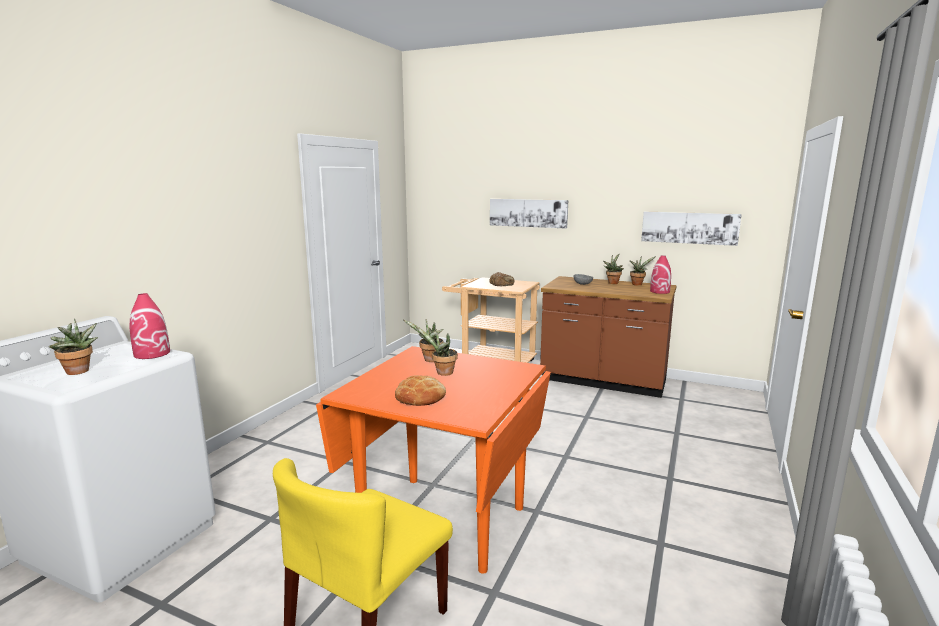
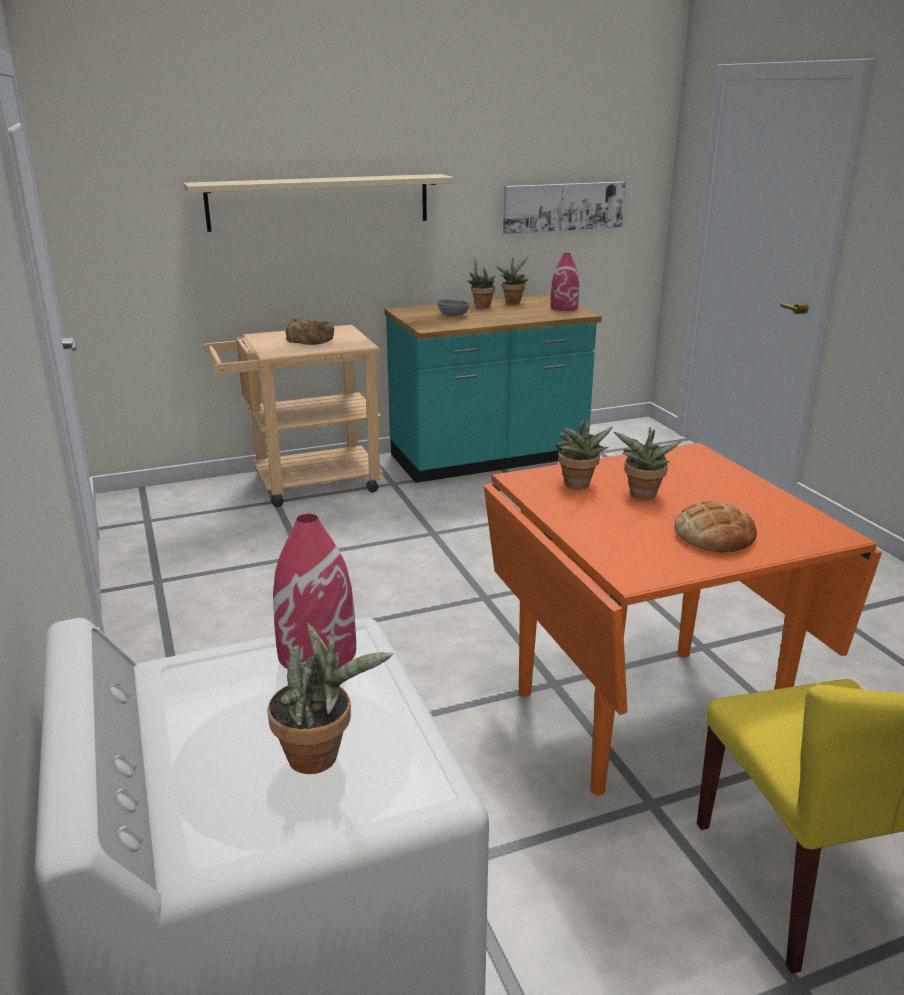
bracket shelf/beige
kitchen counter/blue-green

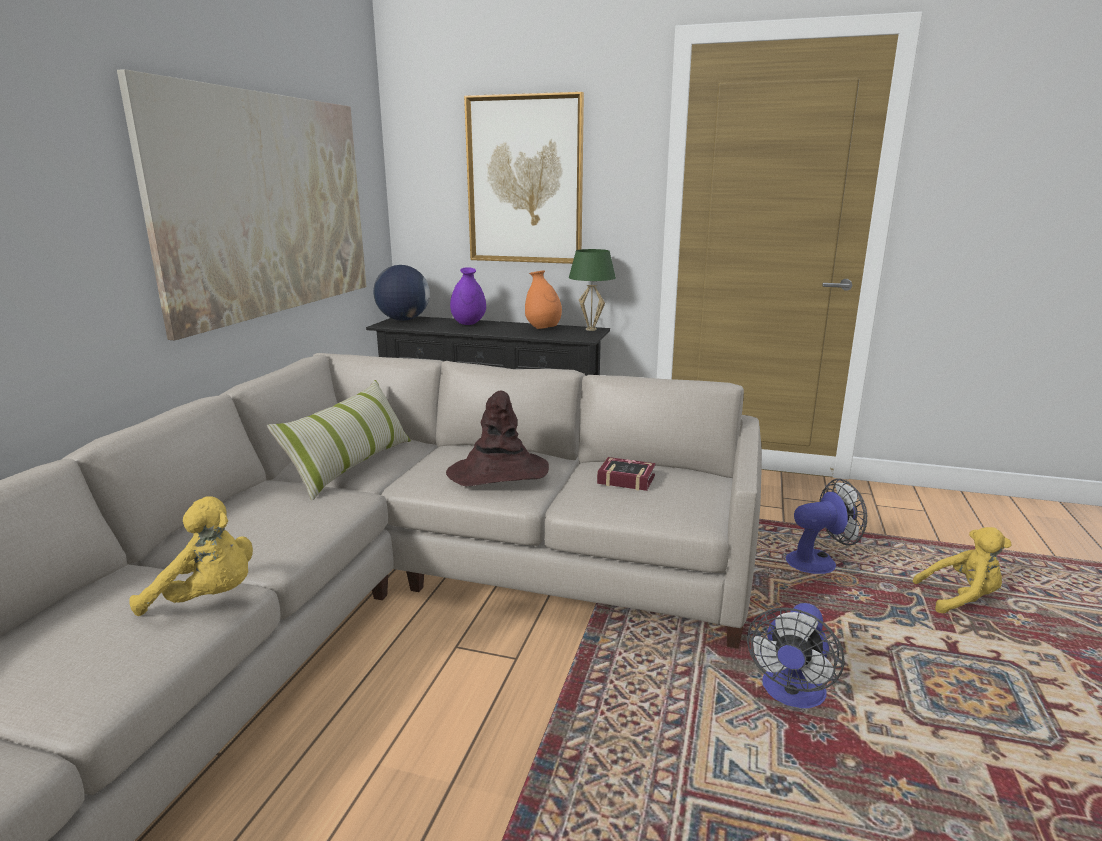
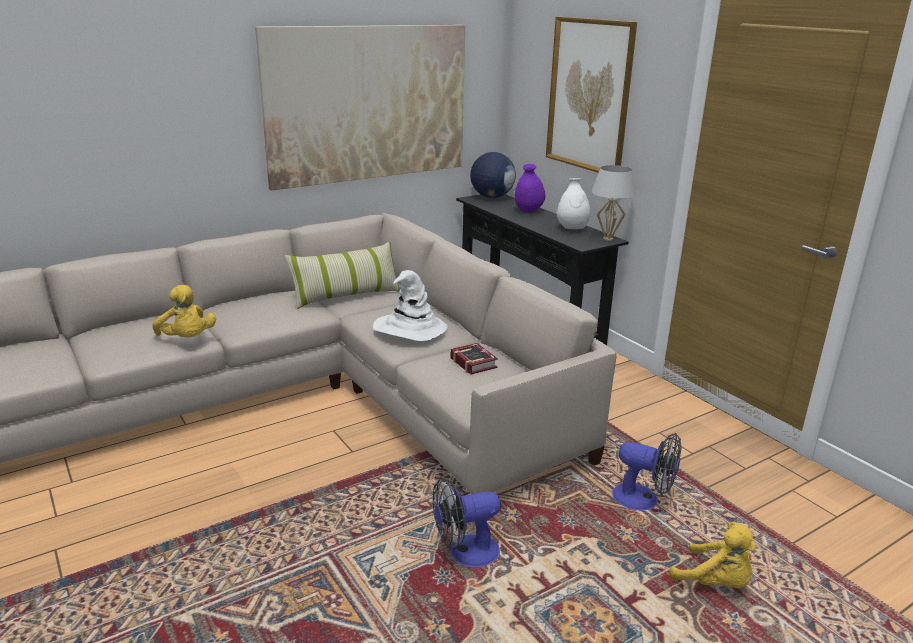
hat/white
vase/white
table lamp/white

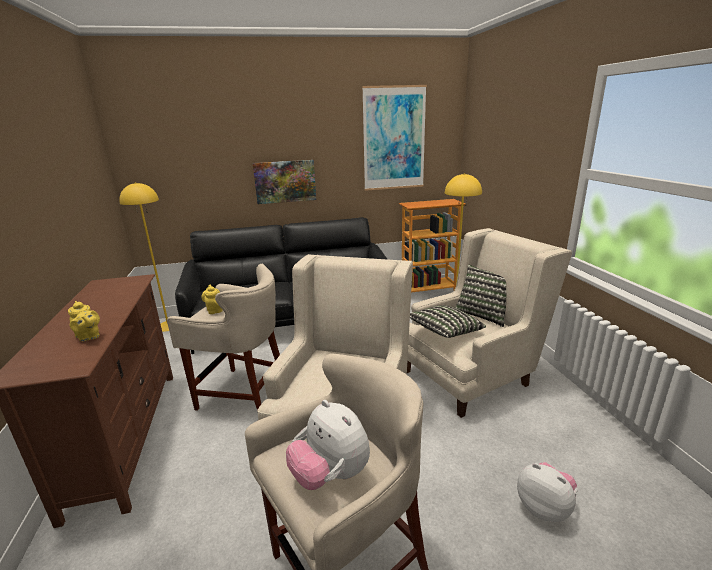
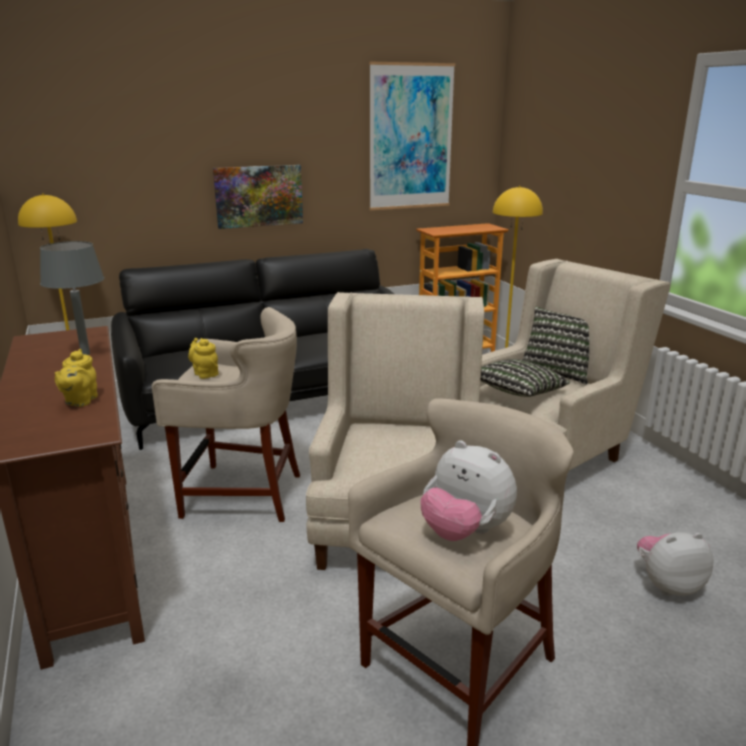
pot for tea/yellowish (no. 1 from left)
cuddly toy (no. 2 from left)
table lamp/grey

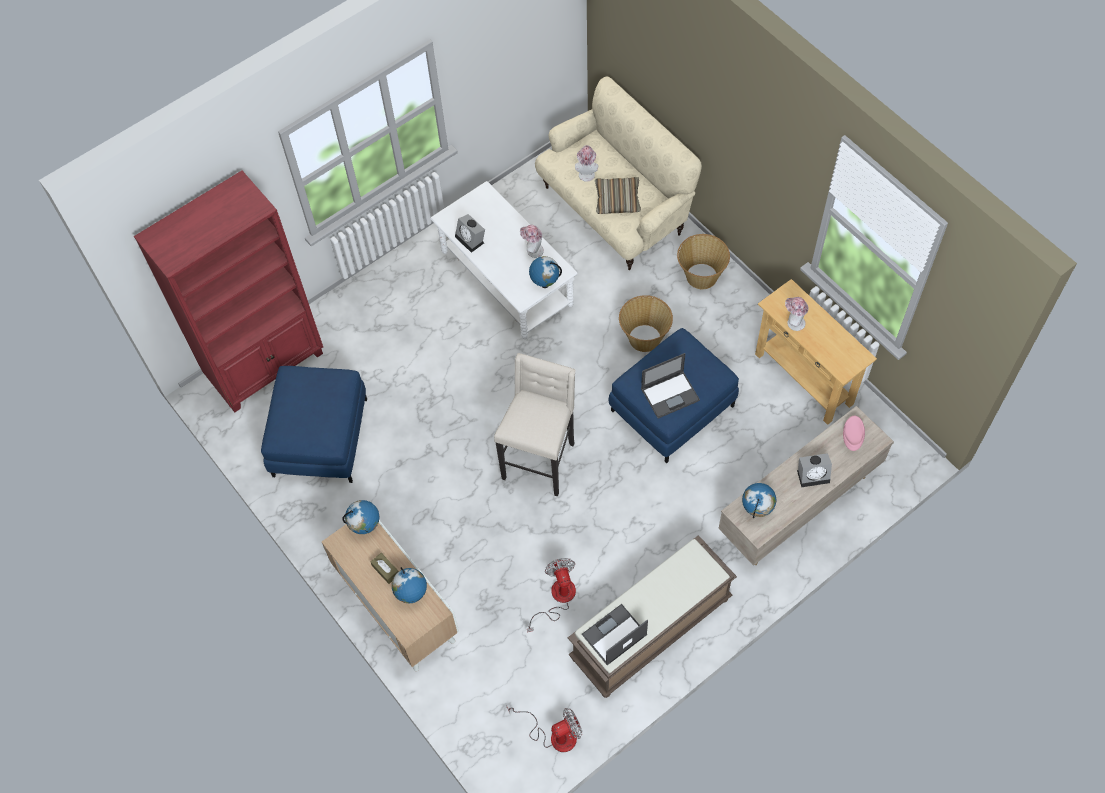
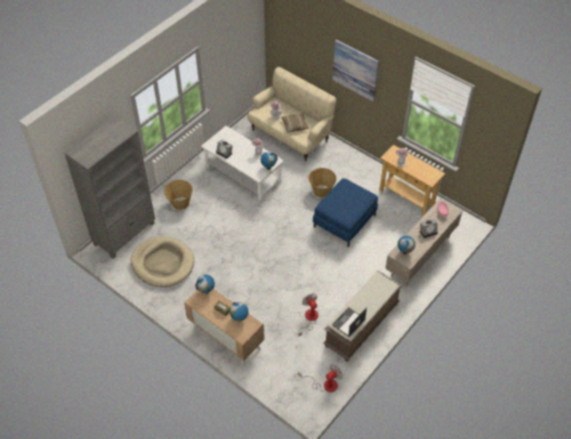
bookcase/grey
pet bed/beige
stool seat/beige
notebook computer (no. 2 from left in the first image)
household basket (no. 1 from left)
wall picture

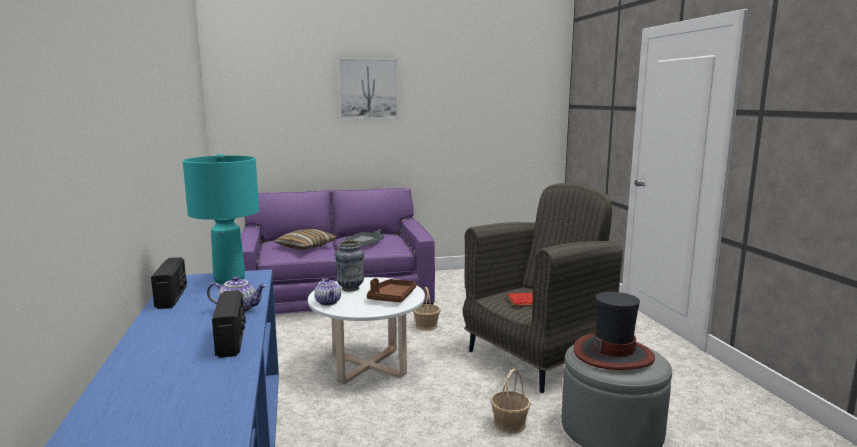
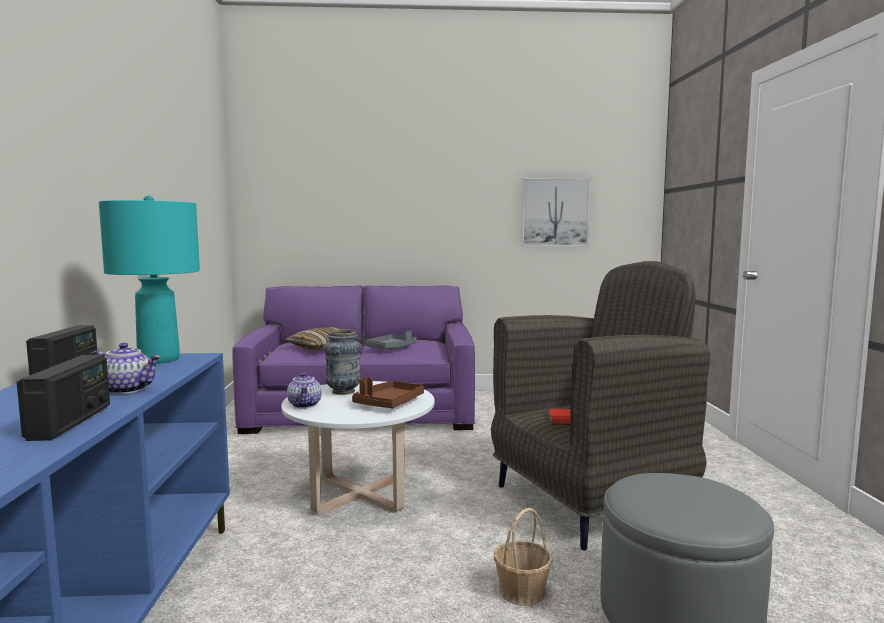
wall picture
household basket (no. 1 from left in the first image)
hat

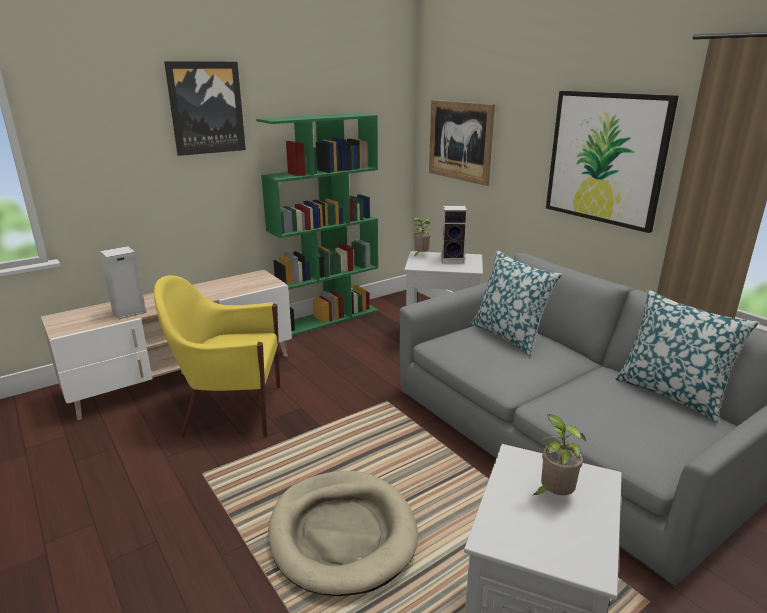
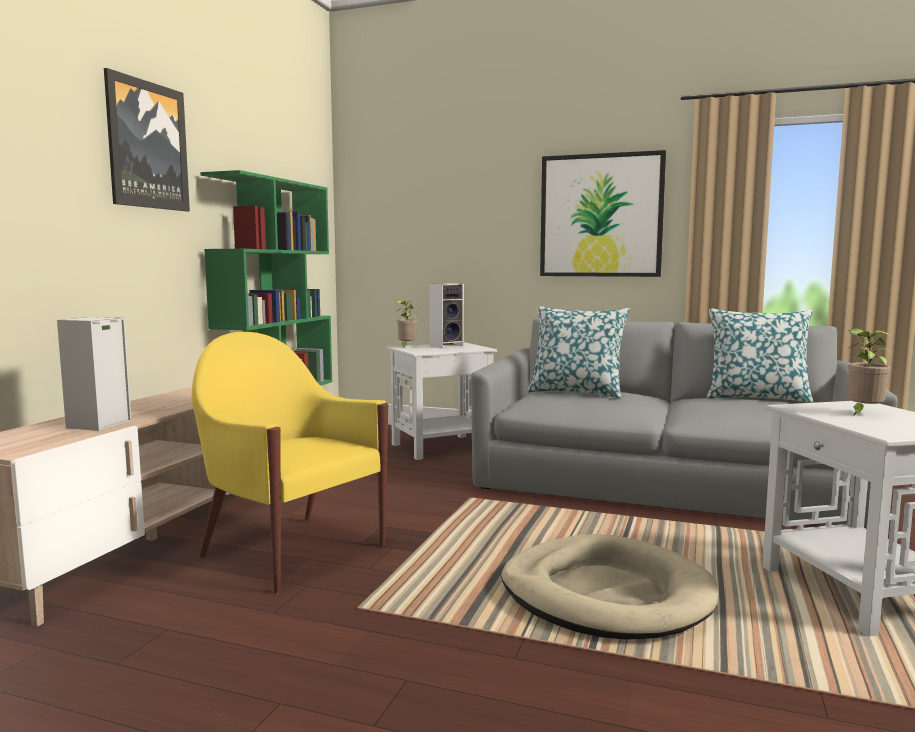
lounge chair/yellowish
wall picture (no. 2 from left in the first image)

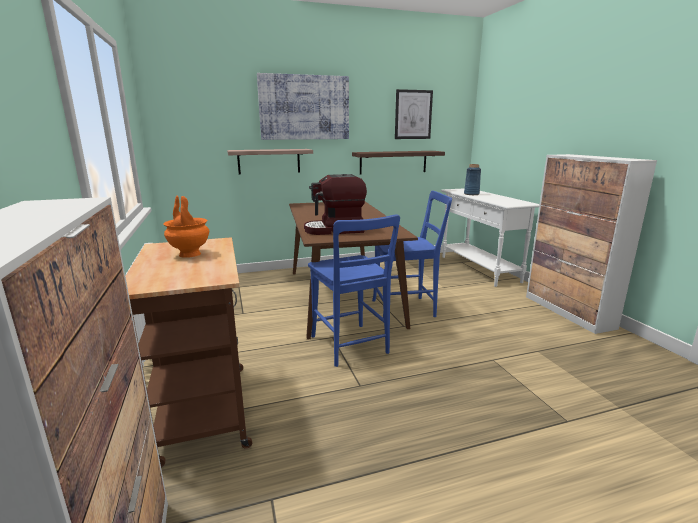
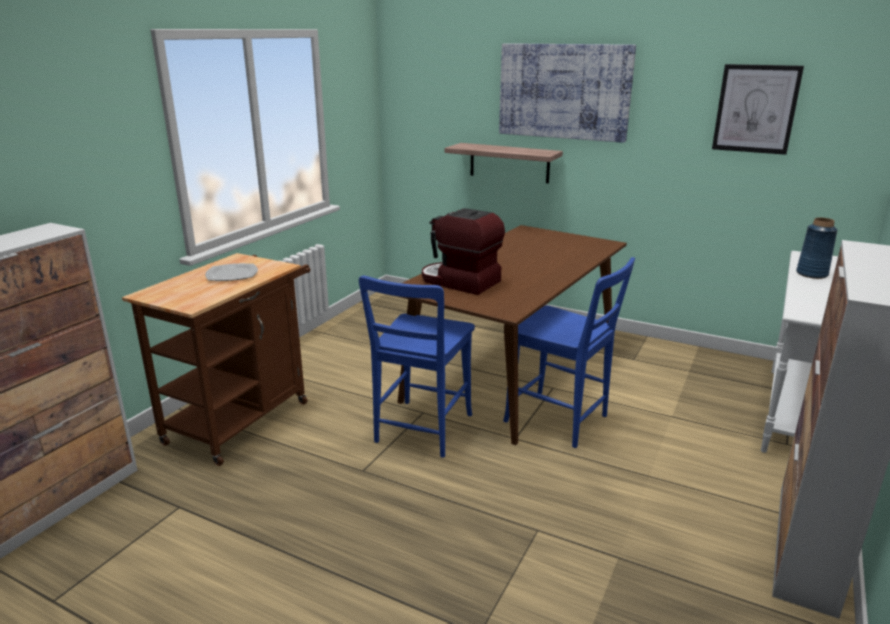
dinner plate
bracket shelf (no. 2 from left in the first image)

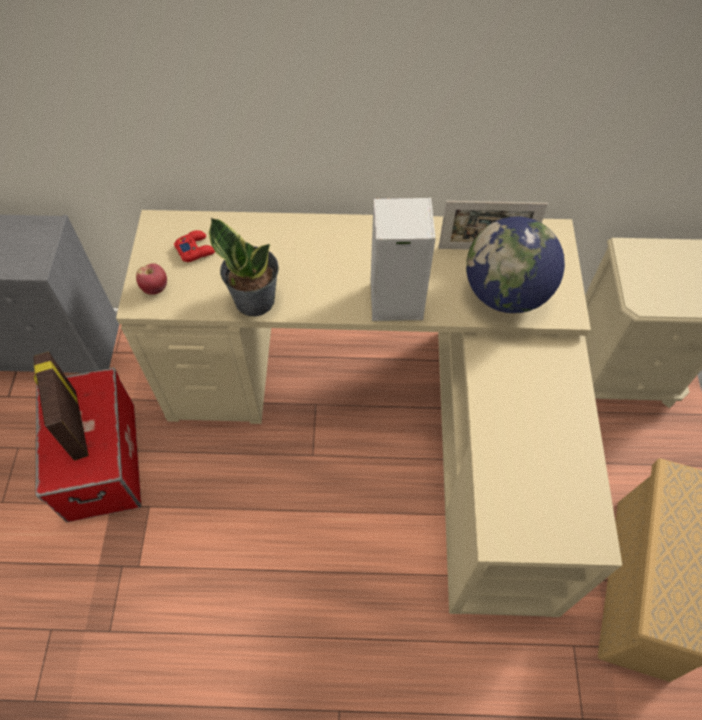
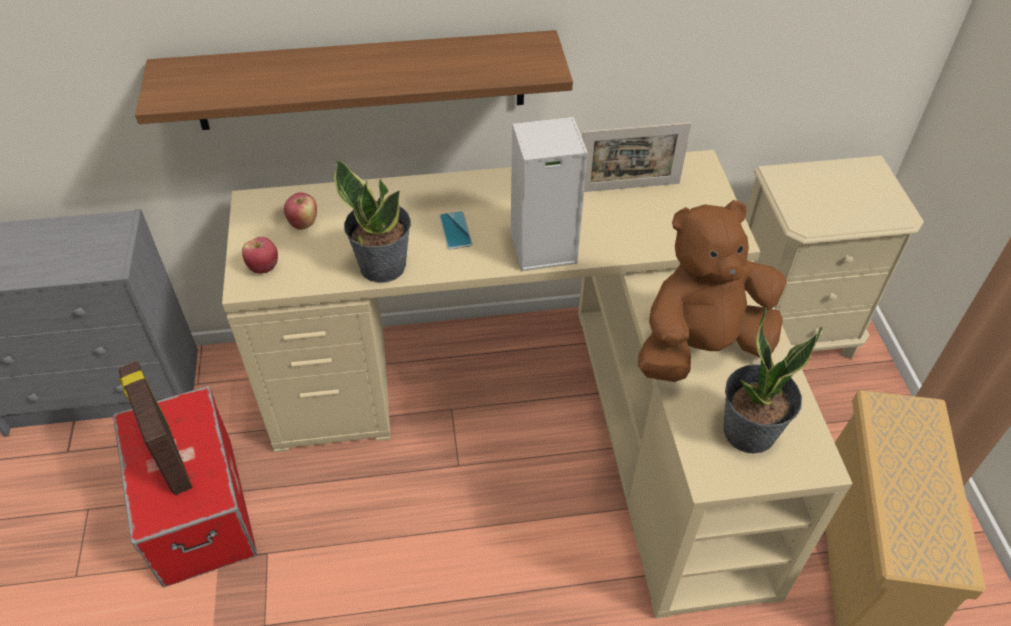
whole apple (no. 2 from left)
desk globe
bracket shelf
telephone
cuddly toy/brown-coloured
plant in a pot (no. 2 from left)

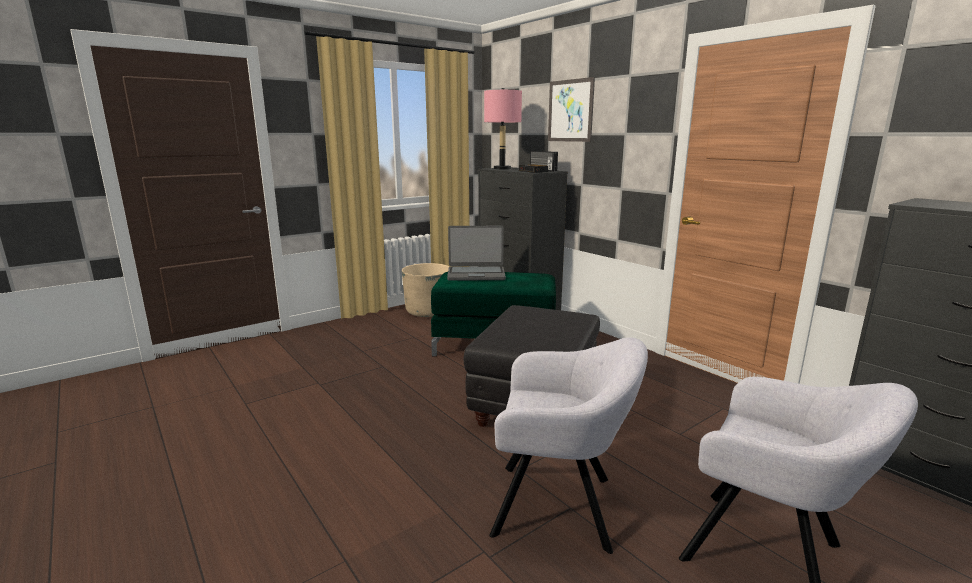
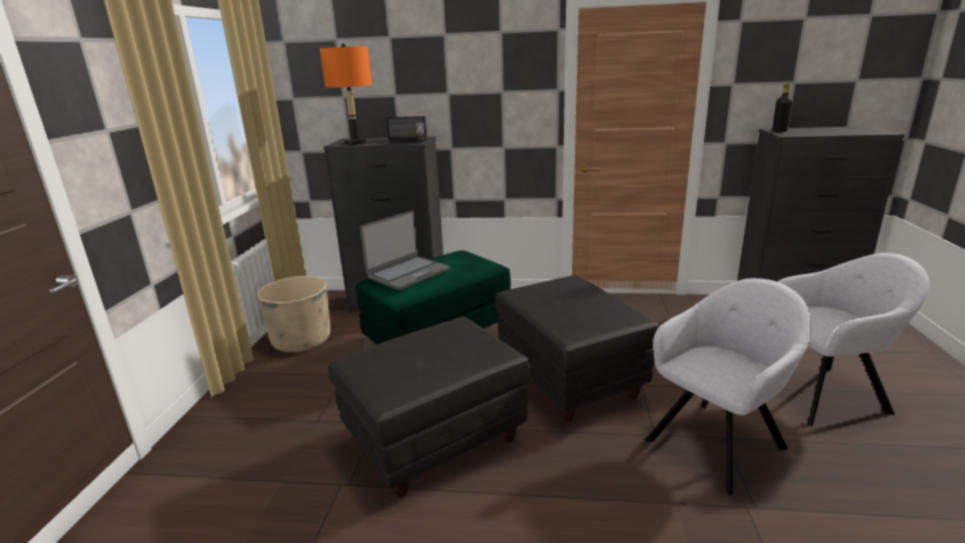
table lamp/orangey
wall picture
pouffe/black (no. 1 from left)
beverage bottle/black

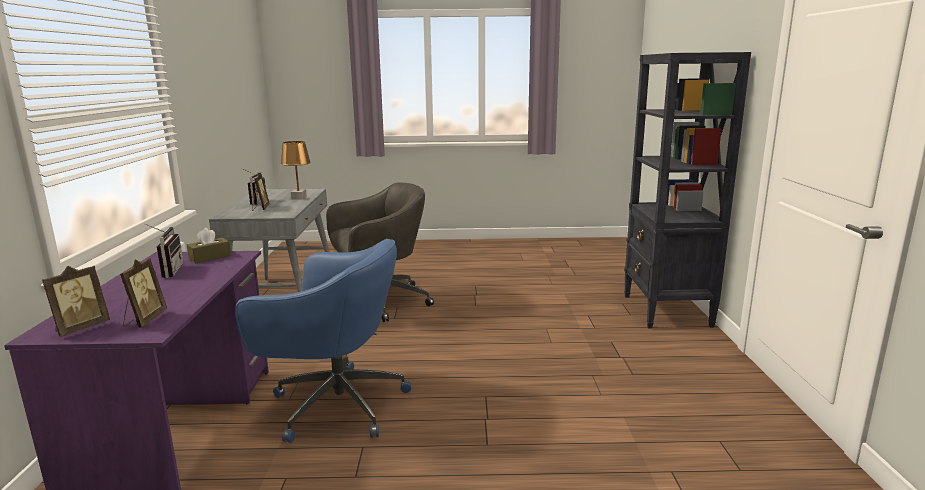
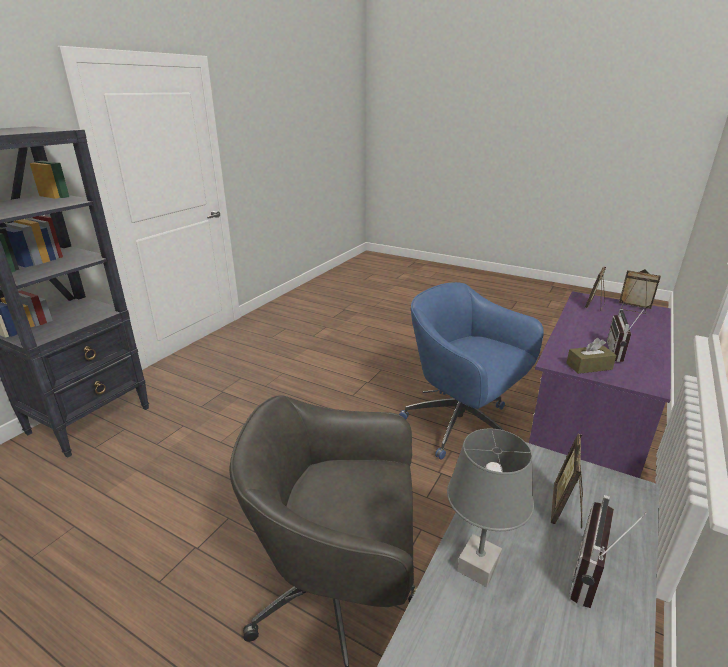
standing frame (no. 3 from left)
table lamp/grey

